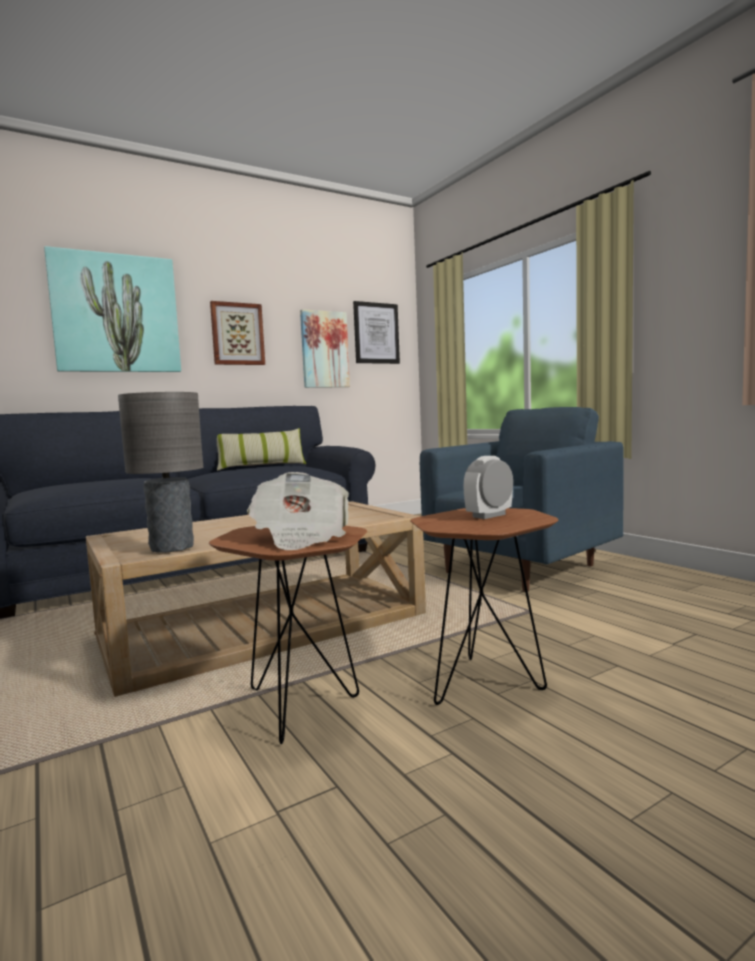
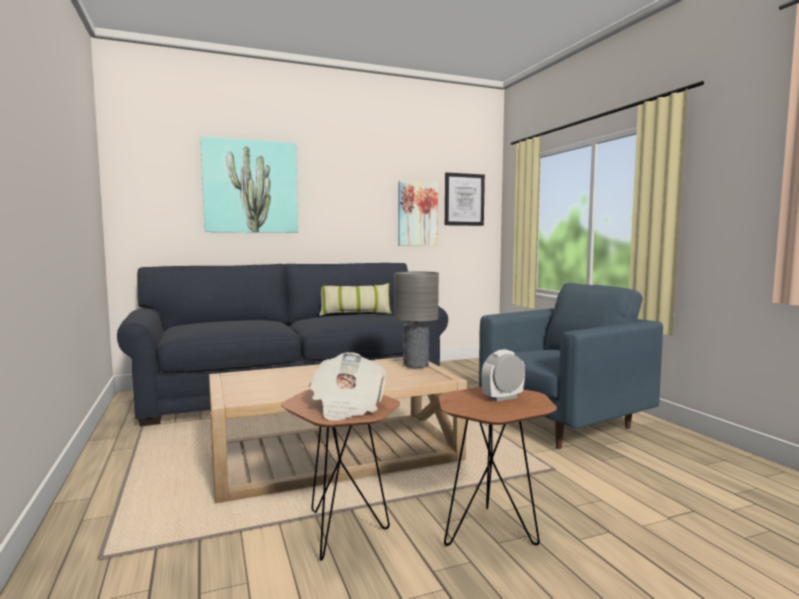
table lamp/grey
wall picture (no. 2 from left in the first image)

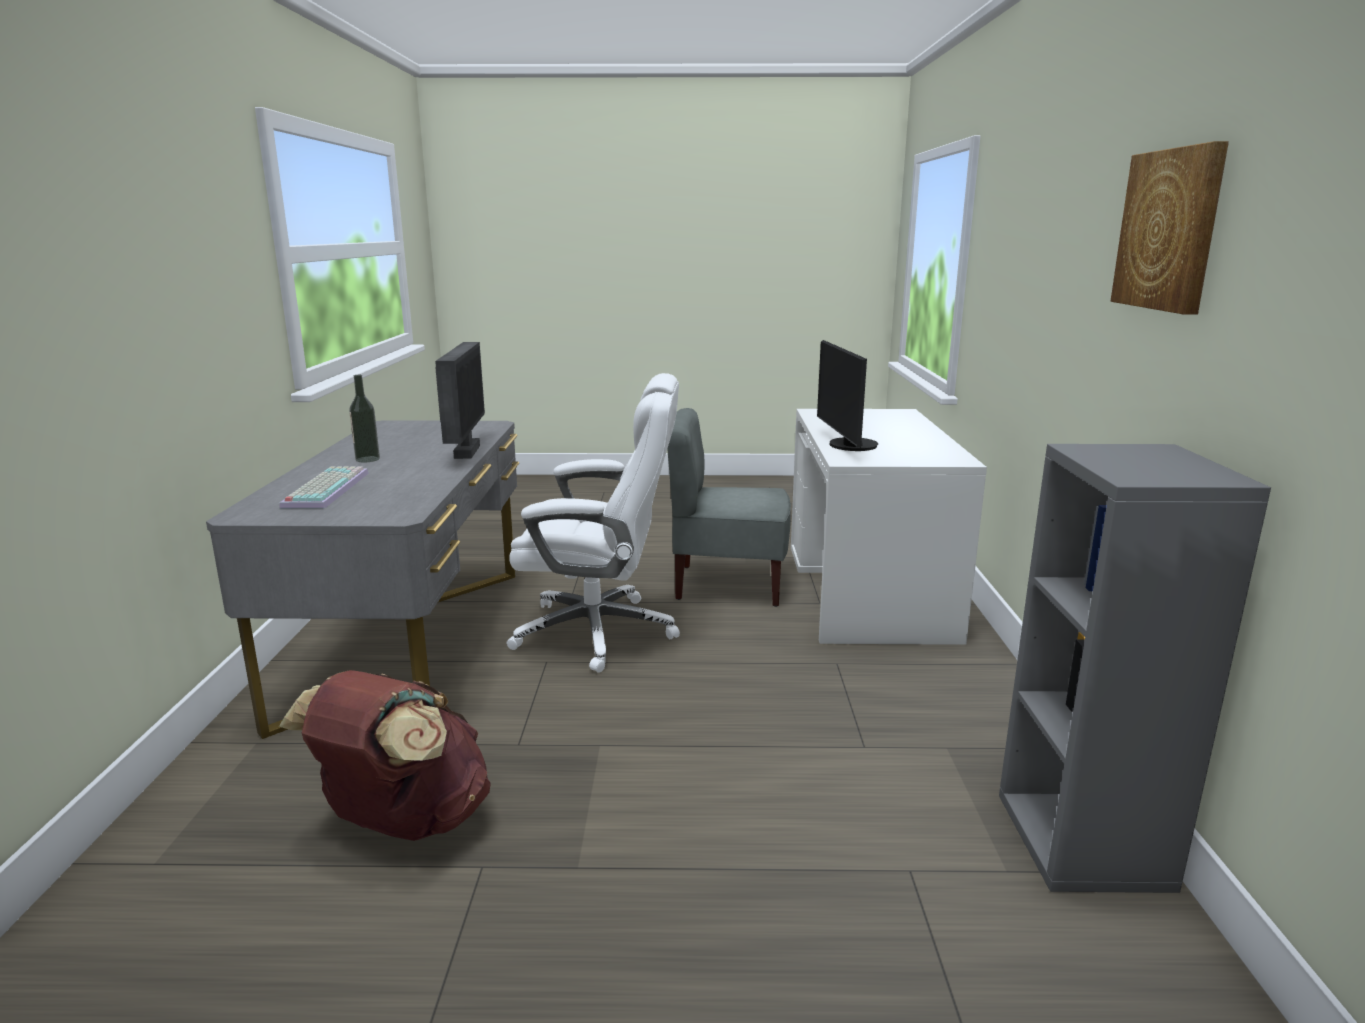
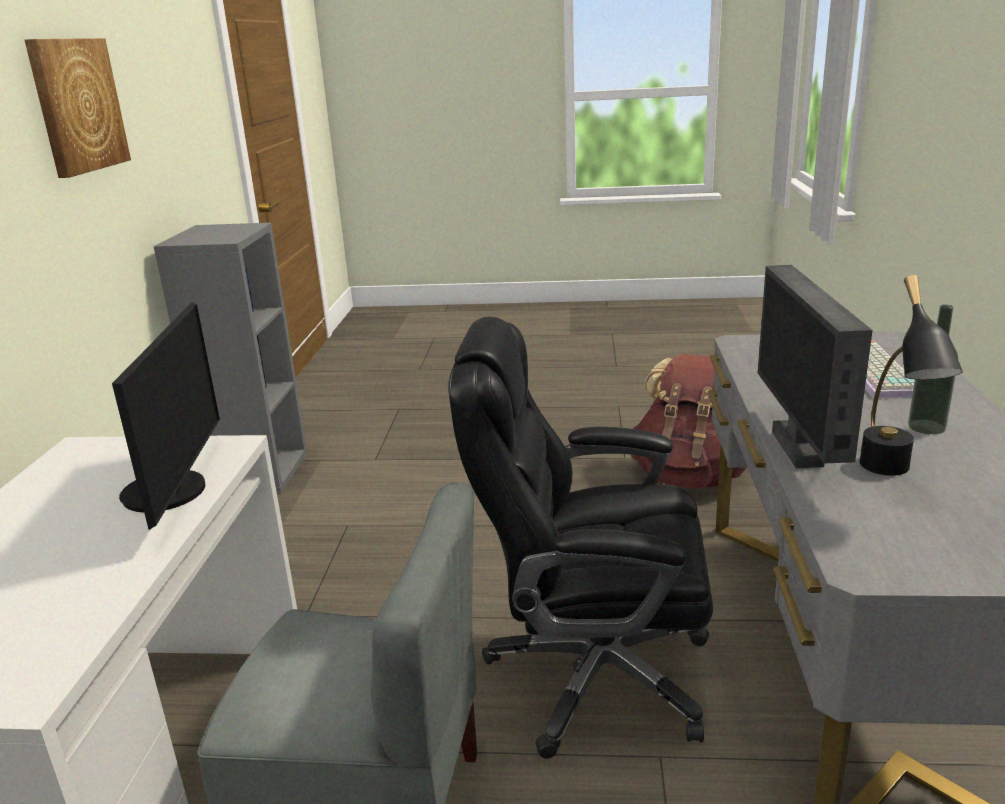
desk chair/black
table lamp/black

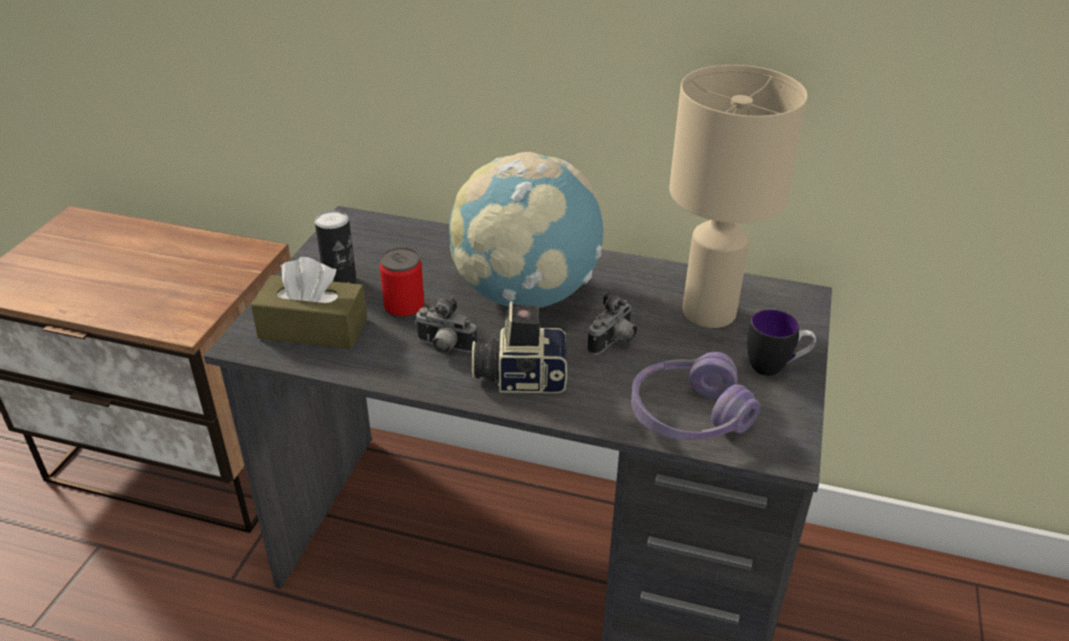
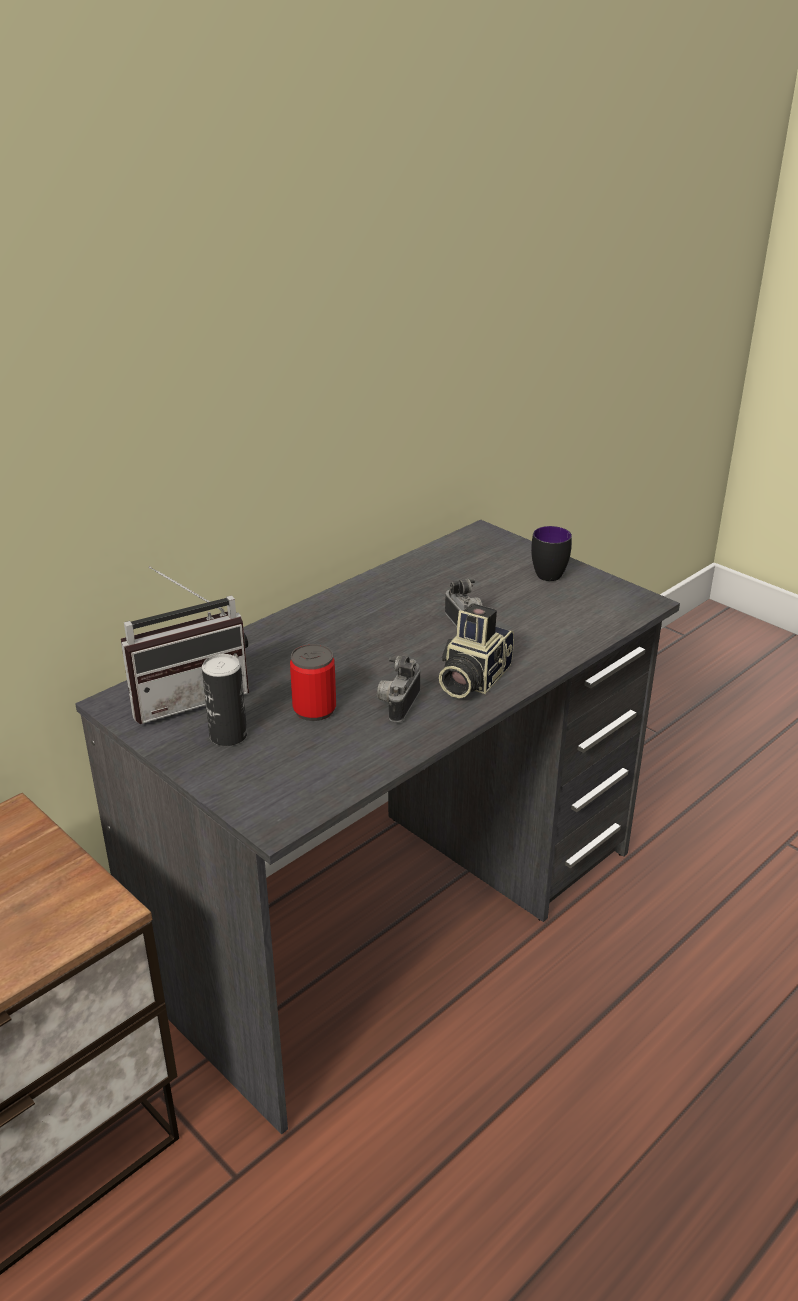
tissue box/brown-coloured
photo camera (no. 1 from left)
desk globe
pair of headphones/purple-coloured
table lamp/beige
radio

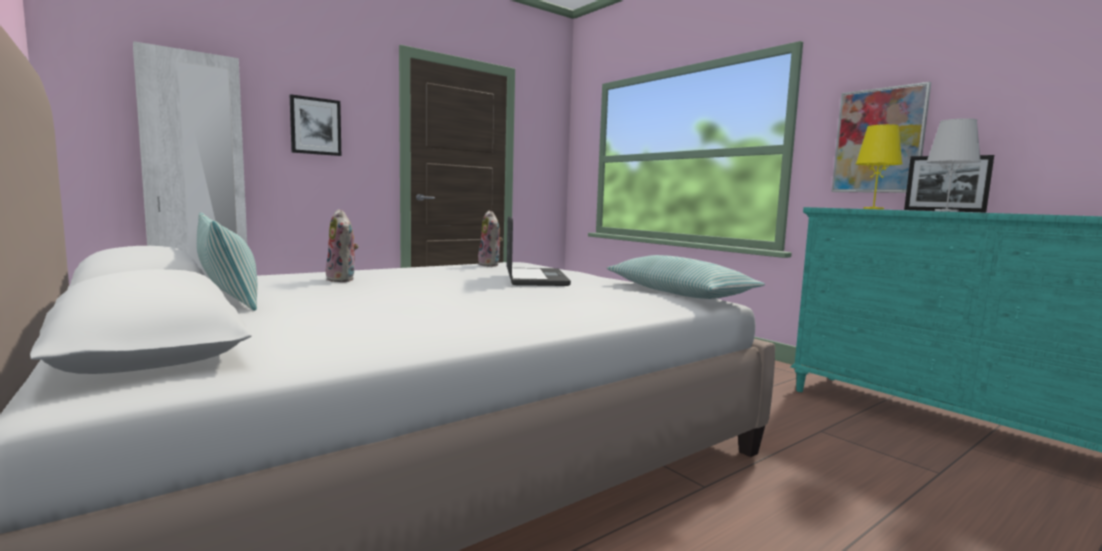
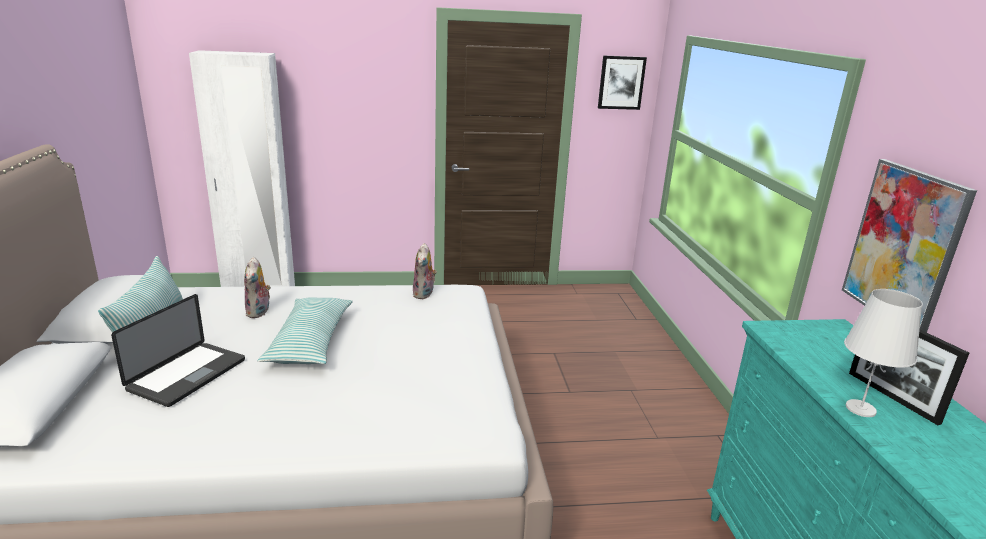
wall picture (no. 1 from left)
notebook computer
cushion (no. 2 from left)
table lamp/yellowish

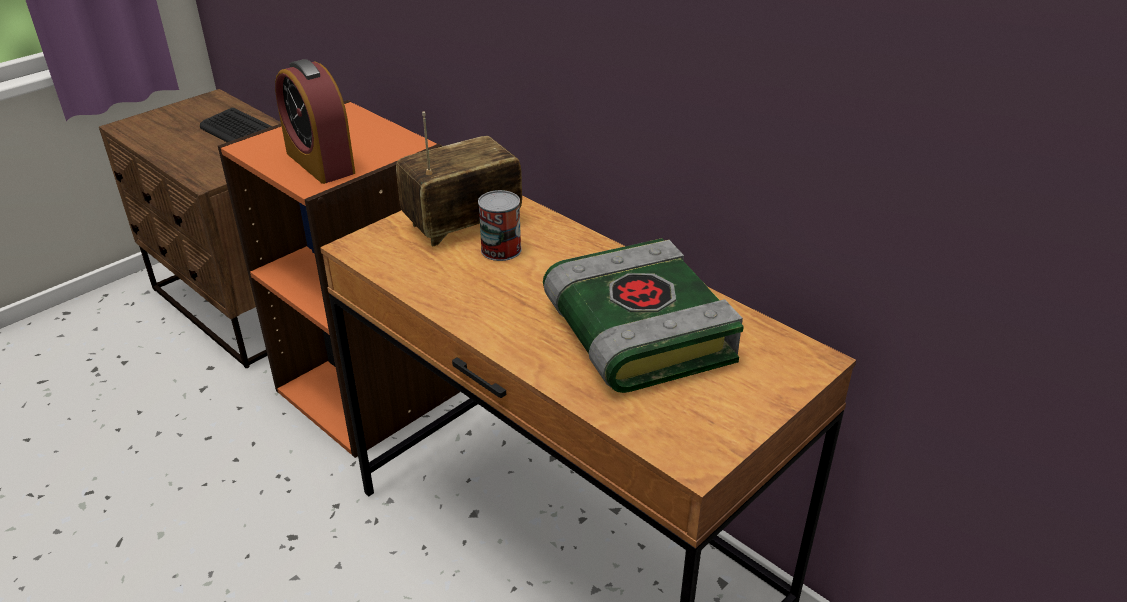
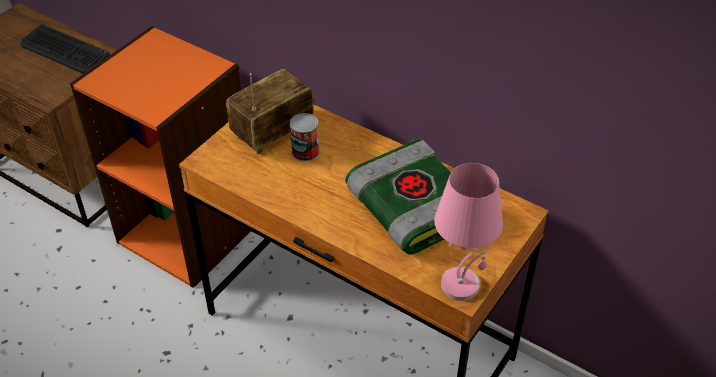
alarm clock
table lamp/pinkish

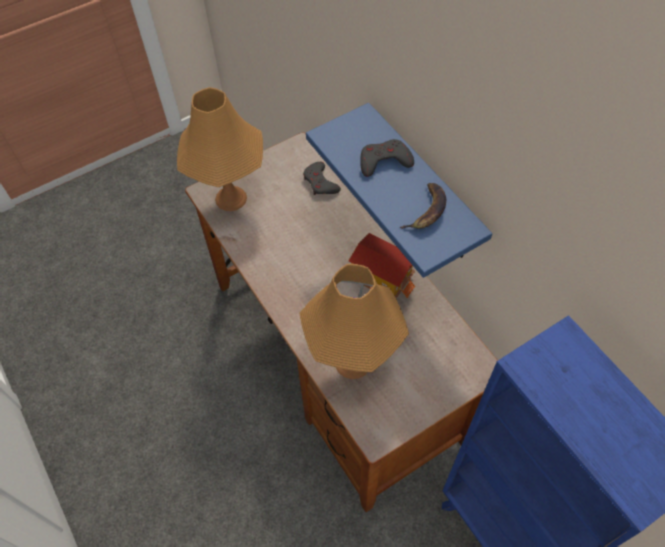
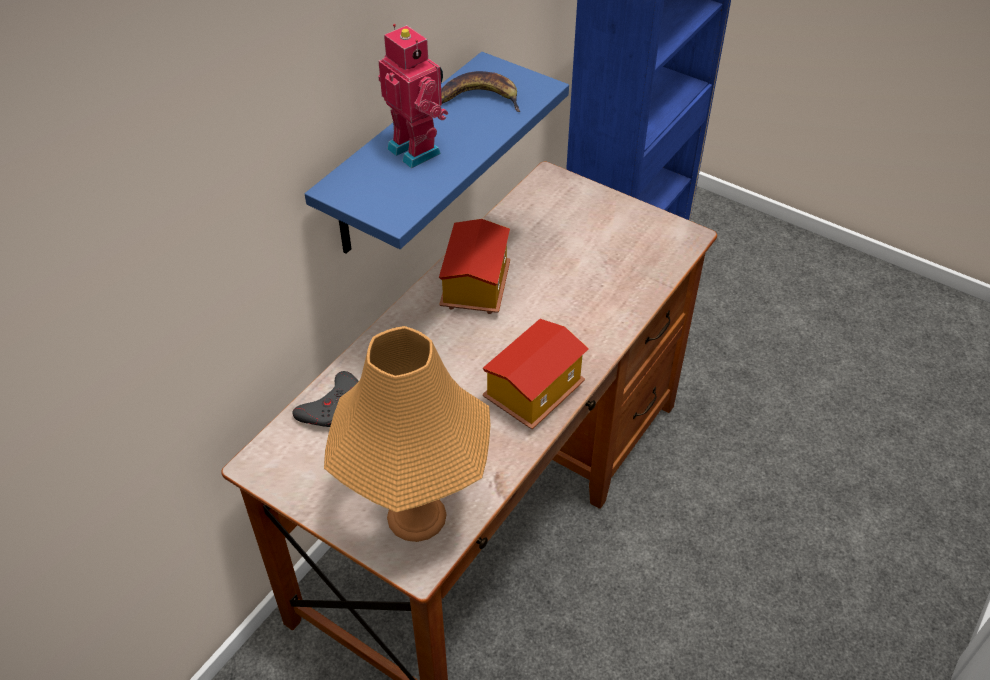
table lamp/orangey (no. 2 from left in the first image)
robot figure
miniature house (no. 2 from left)

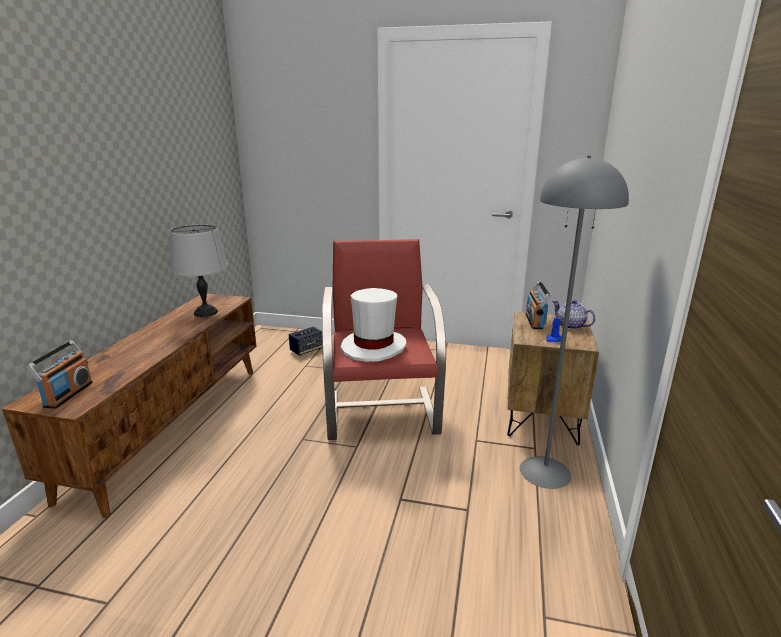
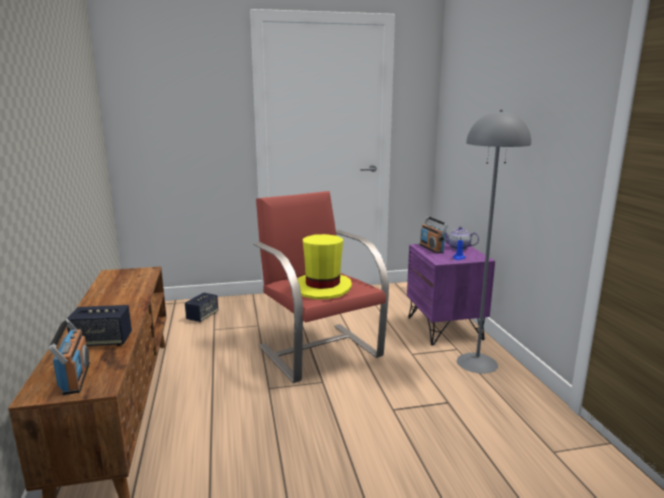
table lamp/grey
hat/yellowish
nightstand/purple-coloured
audio speaker (no. 1 from left)

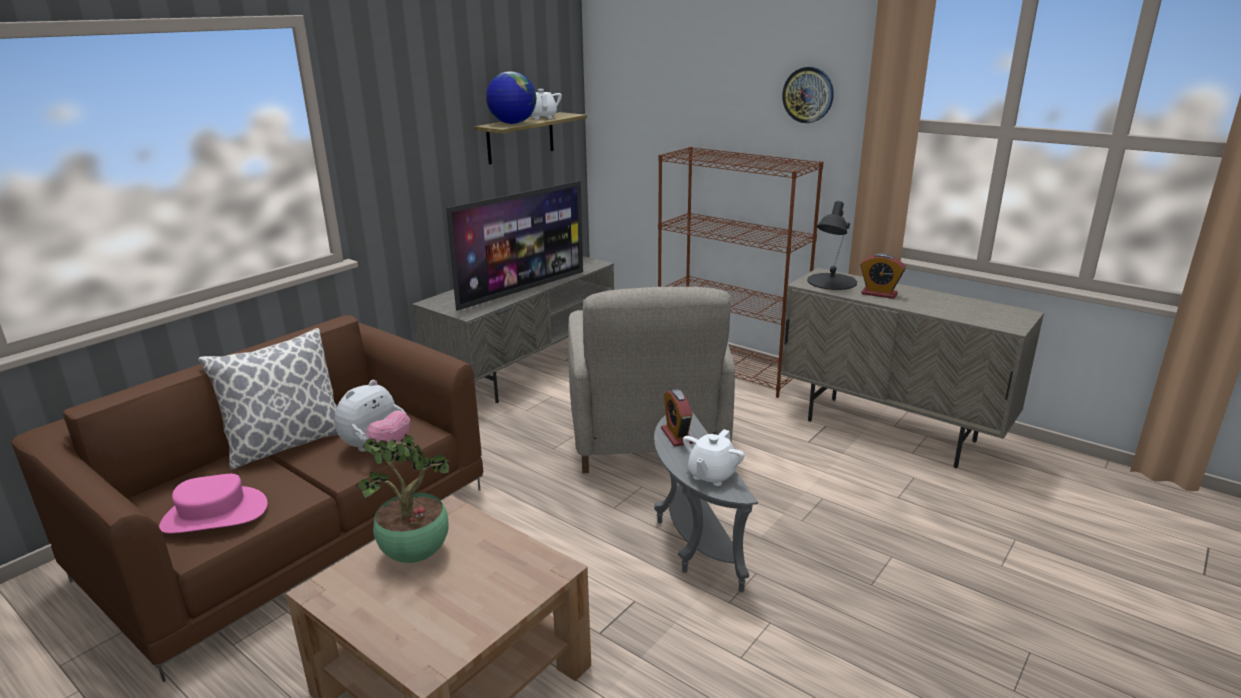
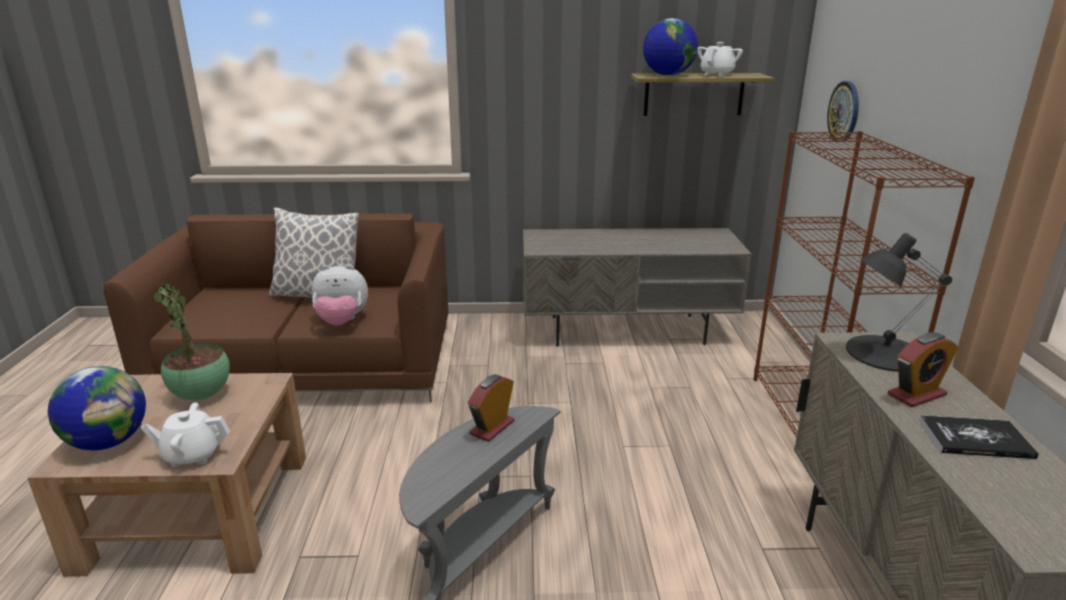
hat/pinkish
TV set
lounge chair/beige
pot for tea/white (no. 1 from left)
wall clock
alarm clock (no. 2 from left)
desk globe (no. 1 from left)
book

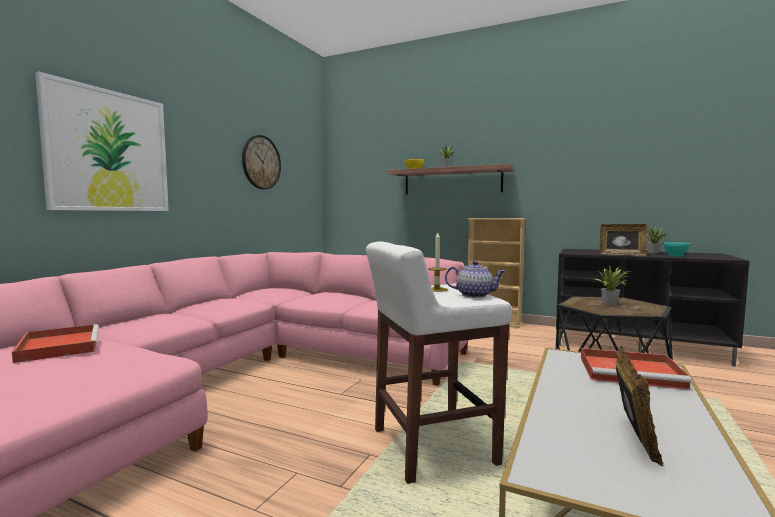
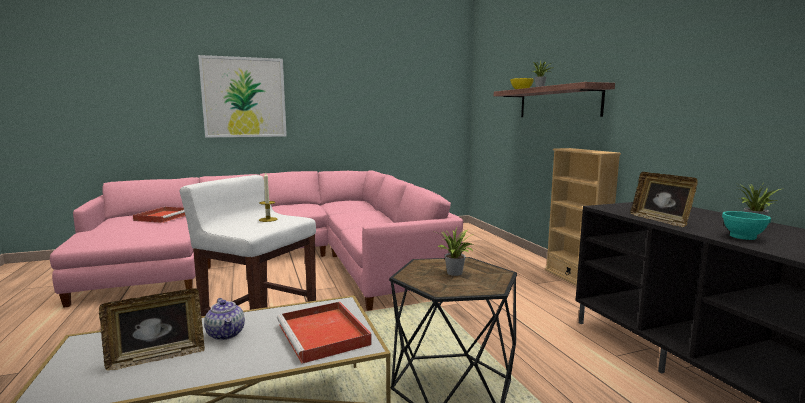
wall clock
pot for tea

